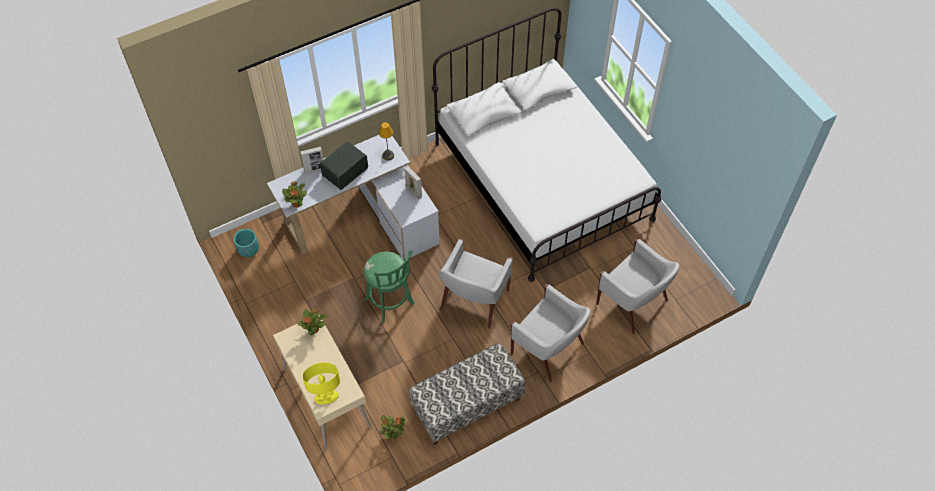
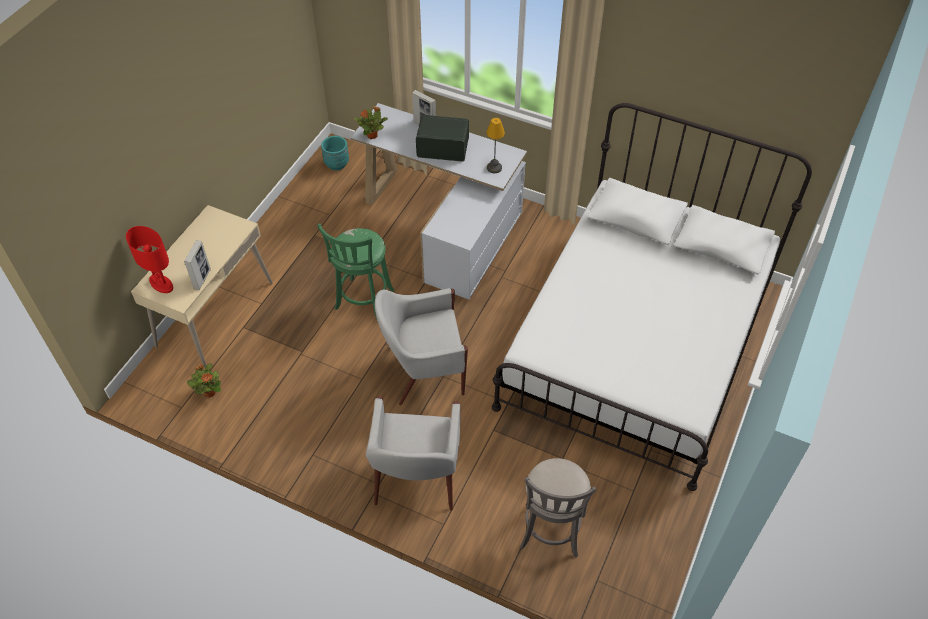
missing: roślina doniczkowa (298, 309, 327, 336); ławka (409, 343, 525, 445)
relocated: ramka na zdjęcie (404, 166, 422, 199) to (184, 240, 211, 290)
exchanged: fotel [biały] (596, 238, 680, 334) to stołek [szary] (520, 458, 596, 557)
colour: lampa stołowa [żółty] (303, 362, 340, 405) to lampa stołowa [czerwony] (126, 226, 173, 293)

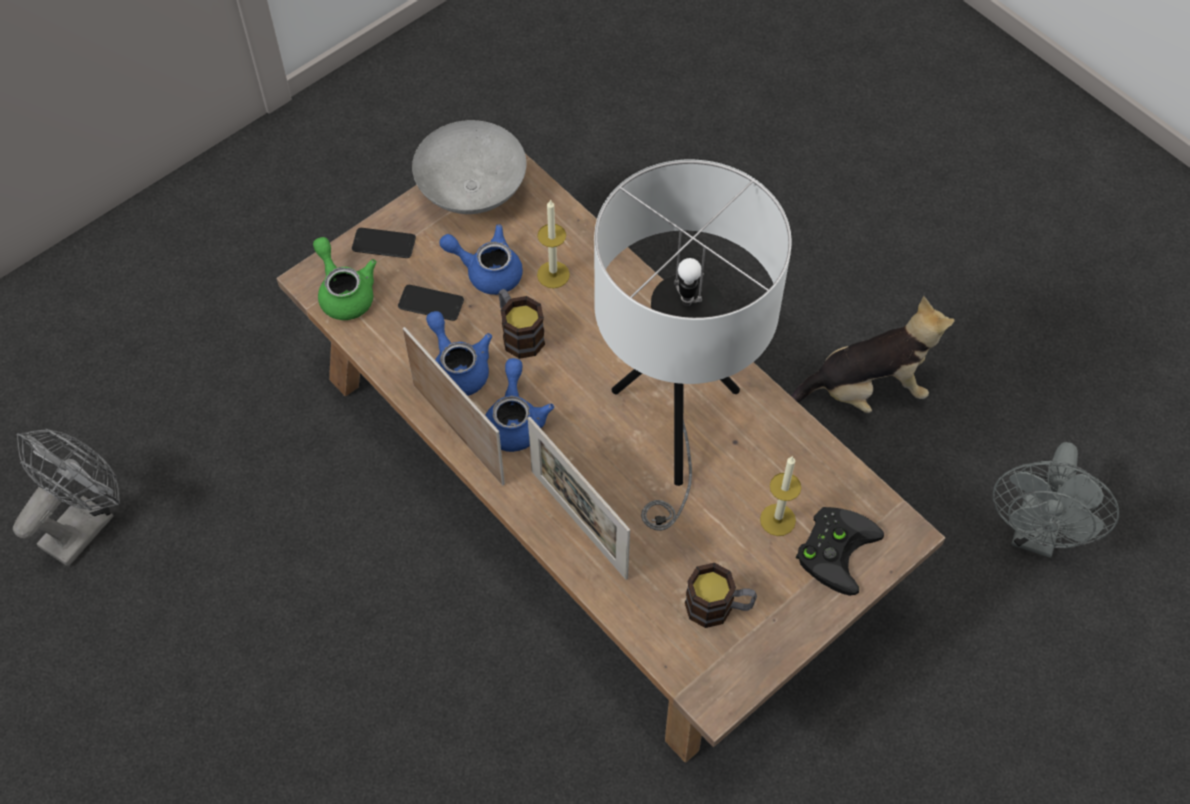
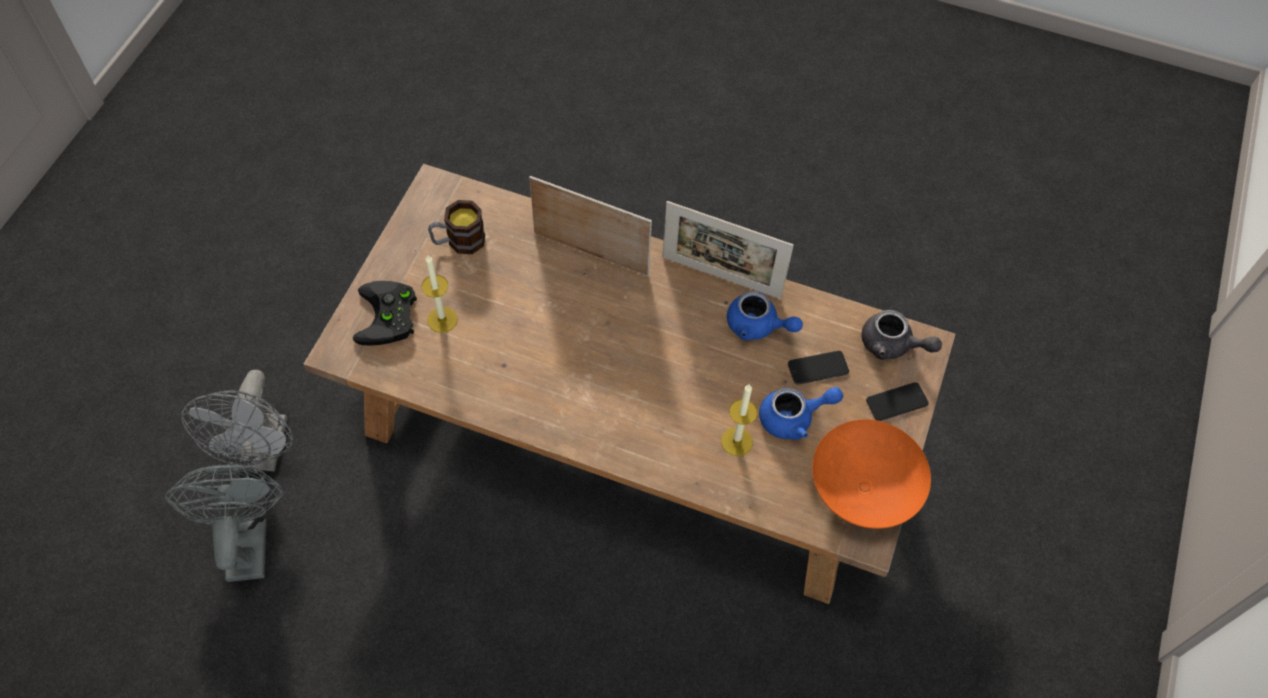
missing: lampa stołowa [biały] (594, 160, 792, 531); kubek (499, 289, 545, 359); pluszak (791, 296, 954, 413); imbryk [niebieski] (485, 358, 554, 452)
relocated: wentylator [szary] (13, 429, 121, 567) to (181, 370, 293, 471)
colour: miska [szary] (412, 120, 526, 214) to miska [pomarańczowy] (812, 419, 931, 529); imbryk [zielony] (313, 237, 376, 320) to imbryk [szary] (861, 310, 942, 360)

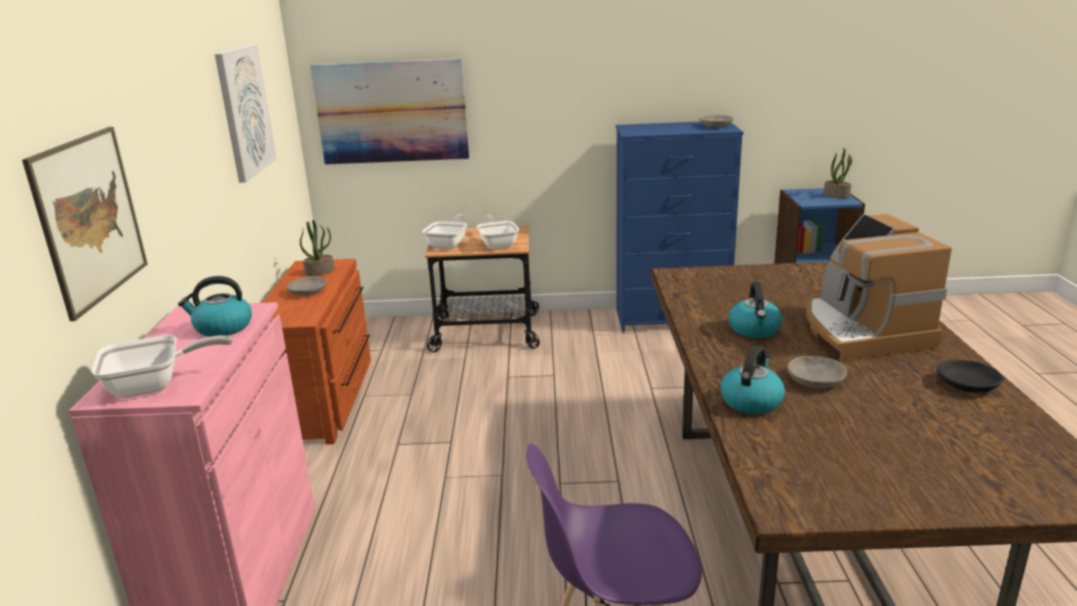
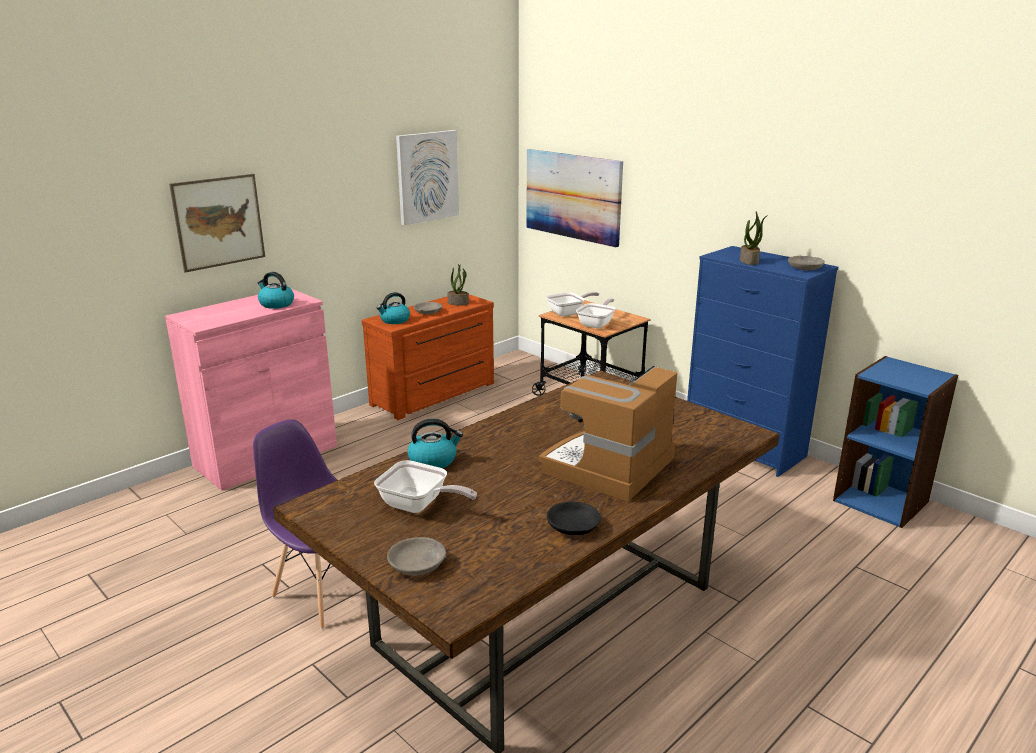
relocated: roślina doniczkowa (824, 148, 852, 199) to (740, 211, 768, 265); czajnik (729, 282, 782, 338) to (377, 292, 410, 324); patelnia (92, 335, 233, 398) to (374, 460, 477, 513); miska [szary] (787, 356, 847, 388) to (387, 537, 446, 576)

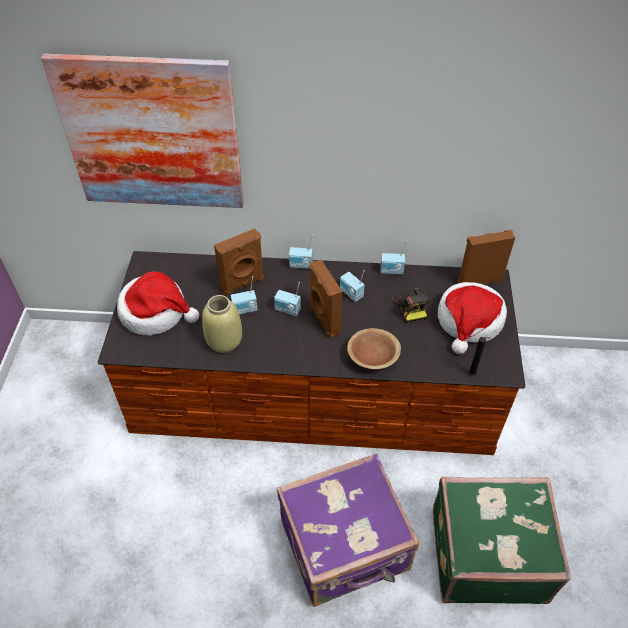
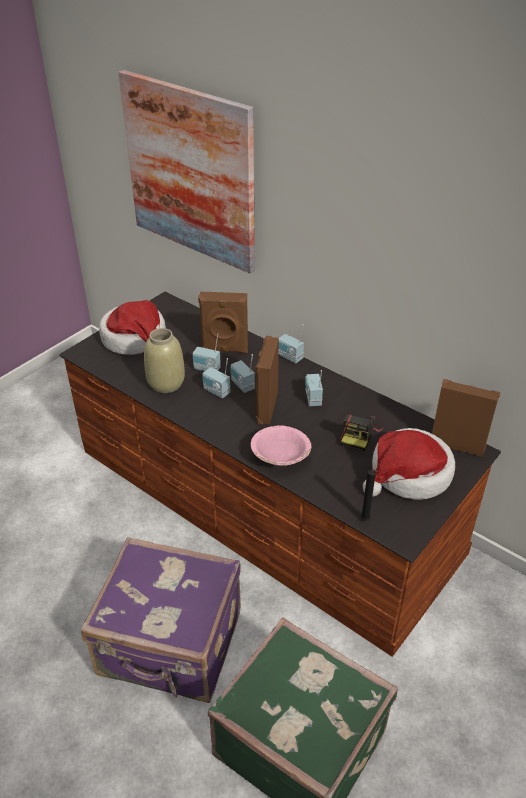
relocated: radio (381, 240, 407, 274) to (202, 358, 230, 399)
colour: miska [brązowy] (347, 328, 401, 369) to miska [różowy] (251, 425, 311, 466)

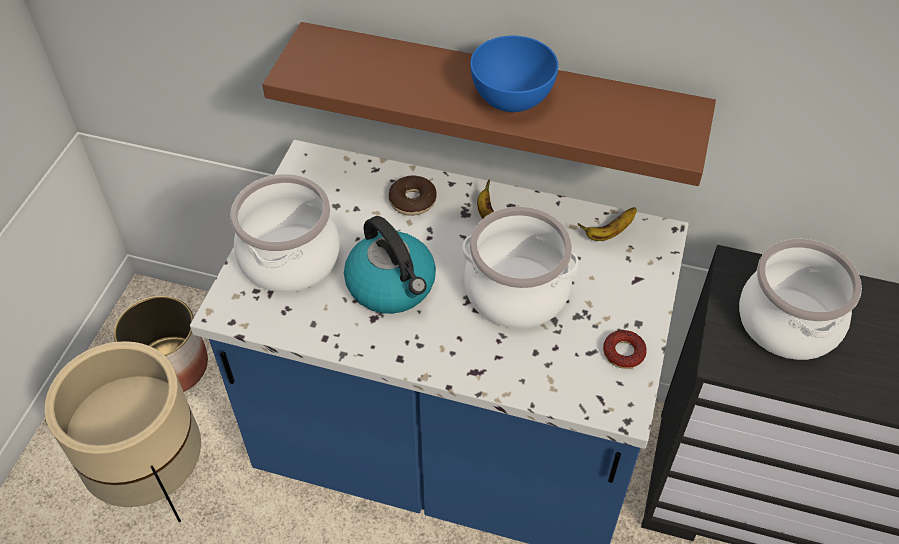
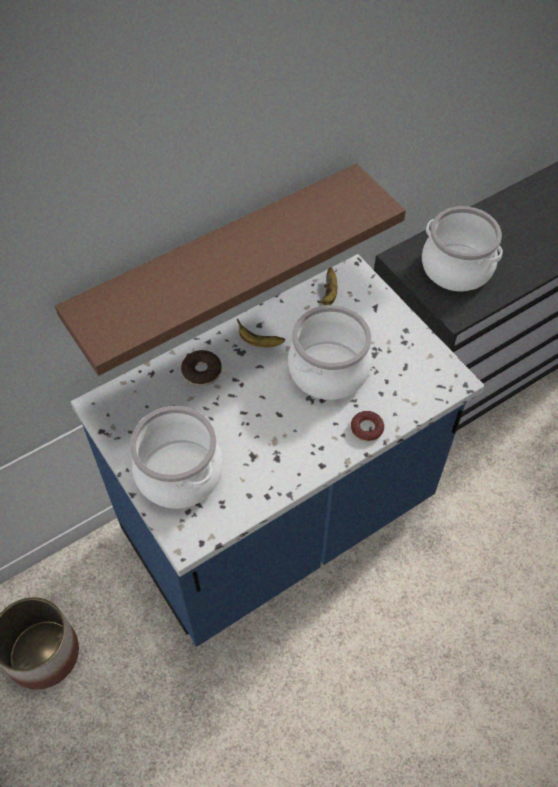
missing: miska [niebieski] (470, 36, 559, 112); czajnik (344, 216, 436, 314); donica [beżowy] (45, 341, 201, 522)
relocated: donut (603, 330, 647, 369) to (351, 411, 384, 441)

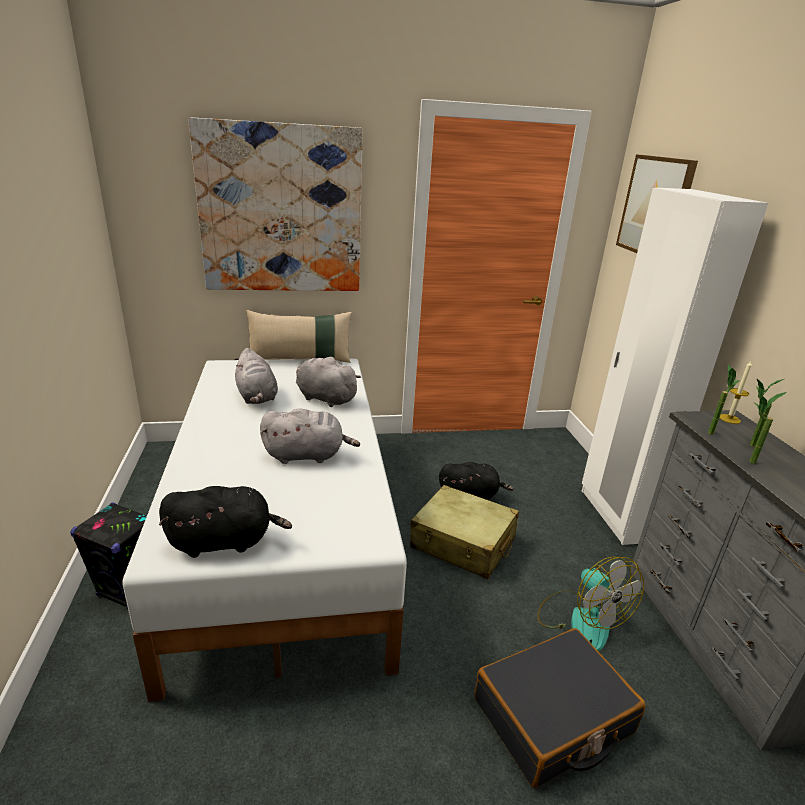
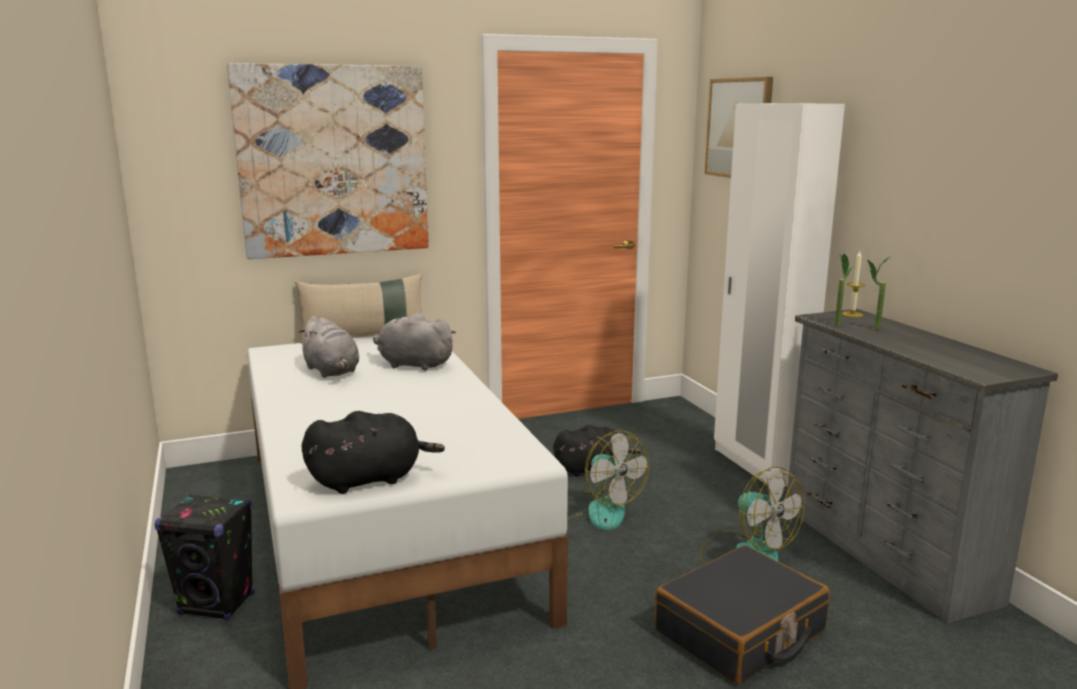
missing: roślina doniczkowa (749, 392, 787, 464); pluszak [szary] (260, 408, 360, 464)
exchanged: walizka [beżowy] (410, 485, 519, 579) to wentylator (567, 430, 649, 530)

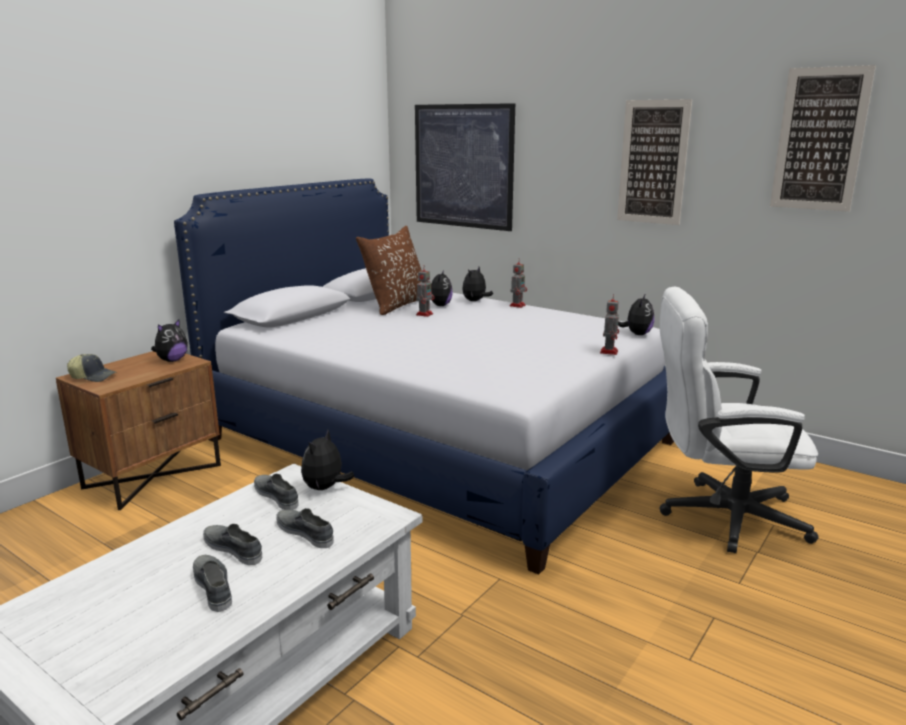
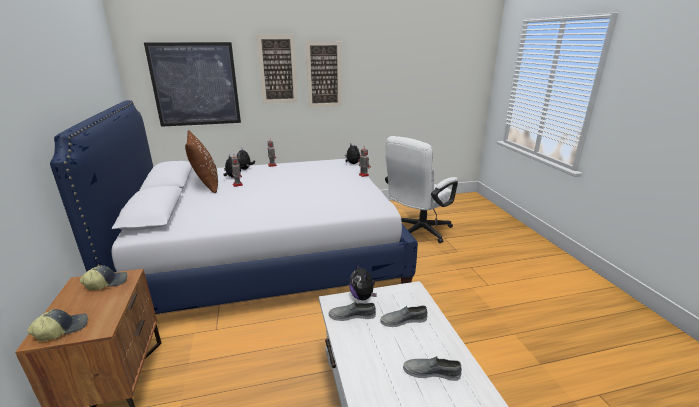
missing: but [szary] (203, 524, 262, 565)
relocated: obraz (770, 65, 876, 212) to (256, 35, 298, 104)
exchanged: pluszak (151, 319, 188, 362) to czapka z daszkiem (80, 265, 128, 290)

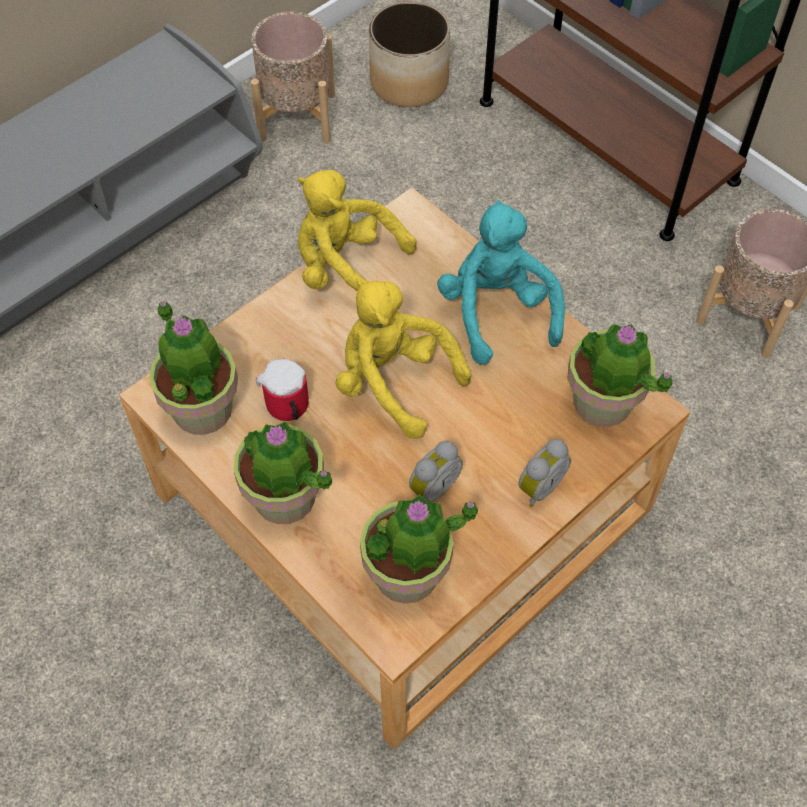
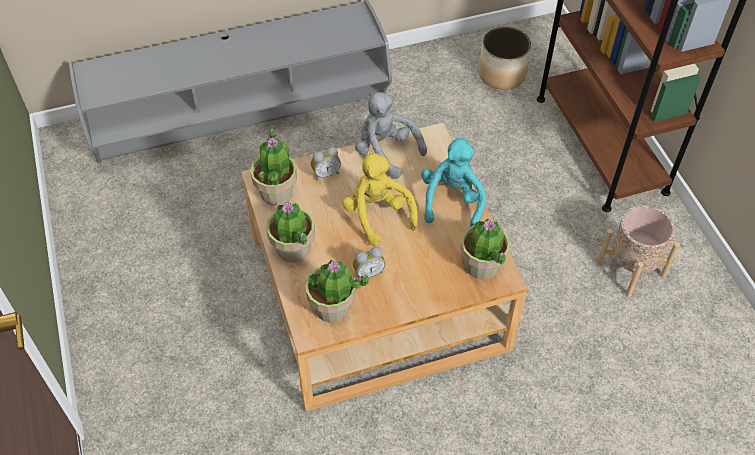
missing: donica [beżowy] (251, 12, 335, 144); kubek (256, 359, 309, 421)
relocated: budzik (518, 439, 571, 507) to (311, 147, 341, 181)
colour: pluszak [żółty] (298, 170, 417, 291) to pluszak [szary] (355, 92, 427, 179)

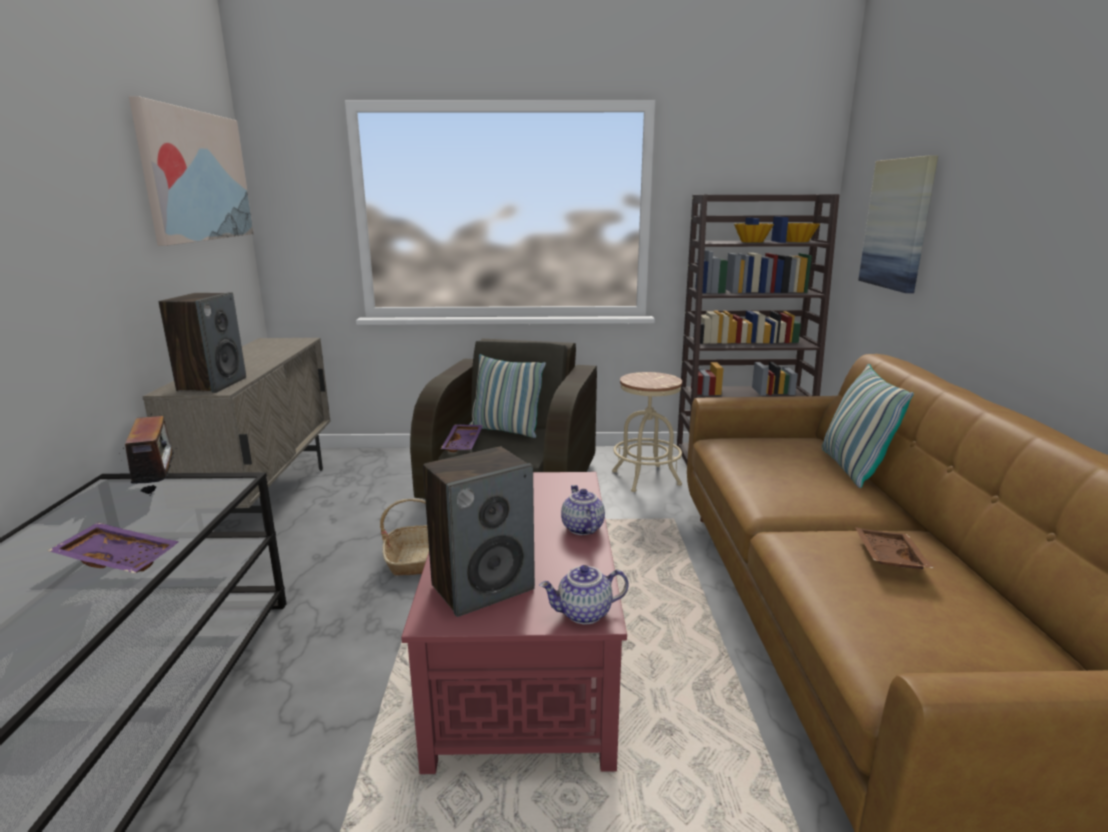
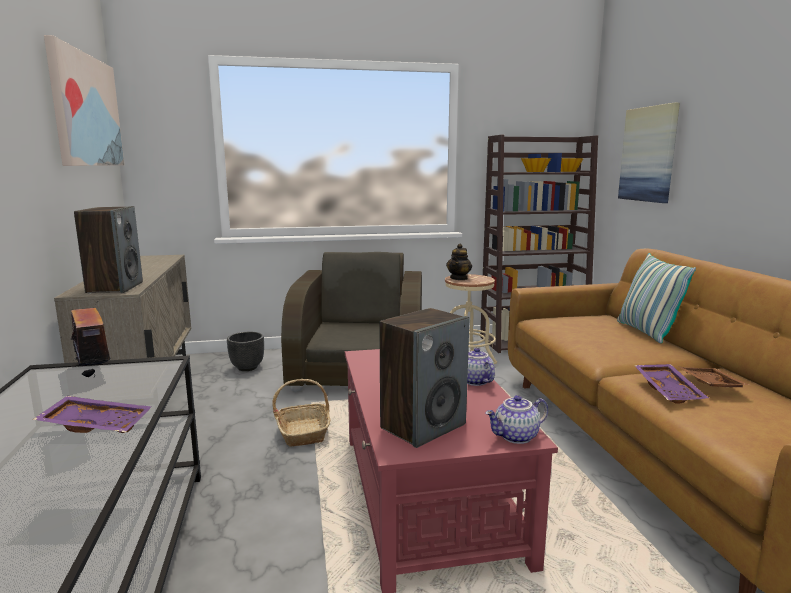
missing: poduszka (469, 354, 546, 438)
appeared: imbryk (446, 244, 472, 280); donica [czarny] (227, 332, 264, 371)
relocated: taca [fioletowy] (441, 424, 483, 452) to (634, 364, 708, 403)

